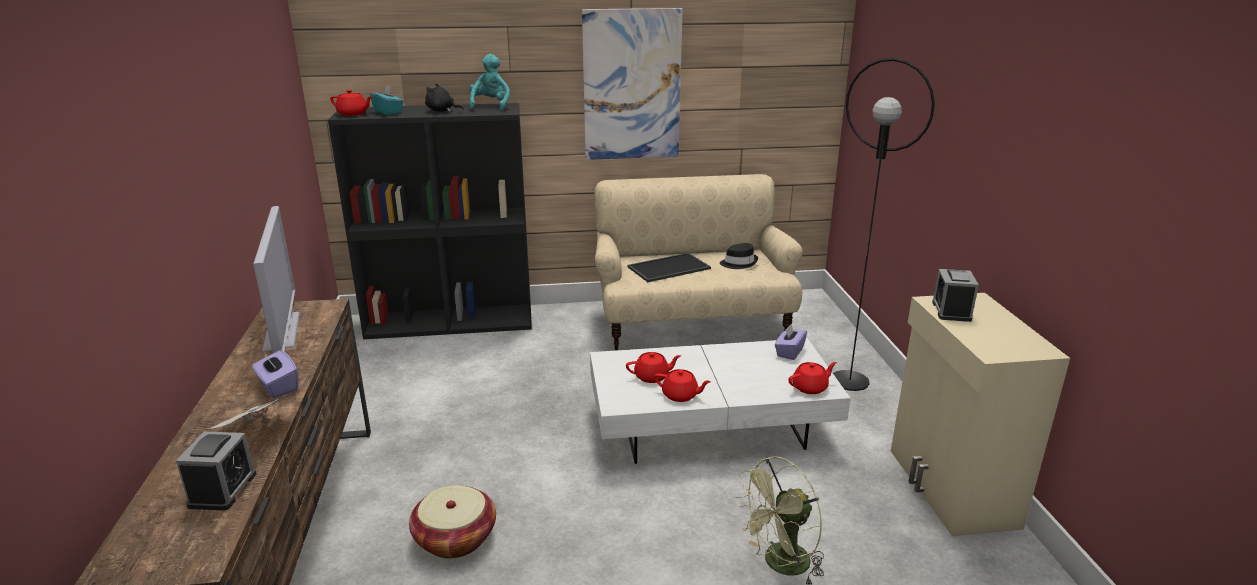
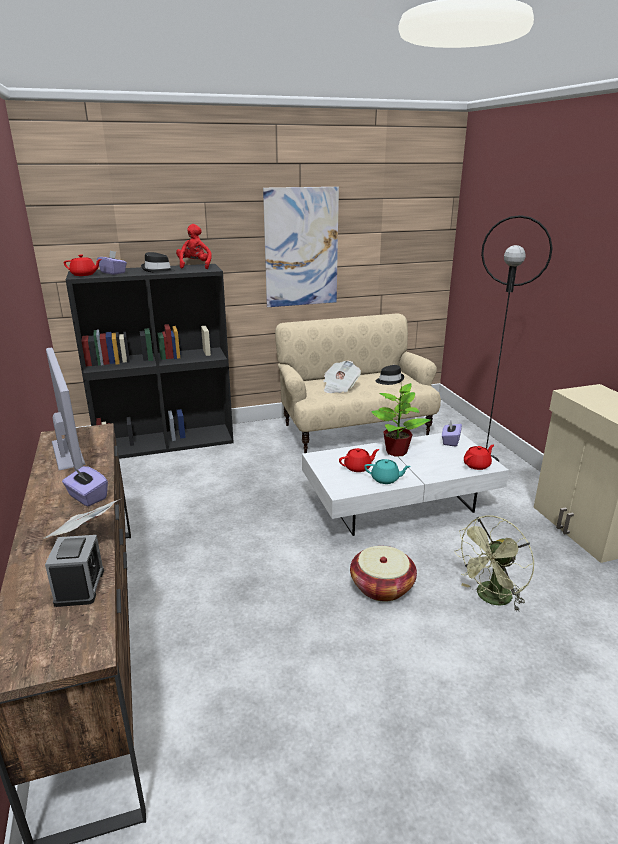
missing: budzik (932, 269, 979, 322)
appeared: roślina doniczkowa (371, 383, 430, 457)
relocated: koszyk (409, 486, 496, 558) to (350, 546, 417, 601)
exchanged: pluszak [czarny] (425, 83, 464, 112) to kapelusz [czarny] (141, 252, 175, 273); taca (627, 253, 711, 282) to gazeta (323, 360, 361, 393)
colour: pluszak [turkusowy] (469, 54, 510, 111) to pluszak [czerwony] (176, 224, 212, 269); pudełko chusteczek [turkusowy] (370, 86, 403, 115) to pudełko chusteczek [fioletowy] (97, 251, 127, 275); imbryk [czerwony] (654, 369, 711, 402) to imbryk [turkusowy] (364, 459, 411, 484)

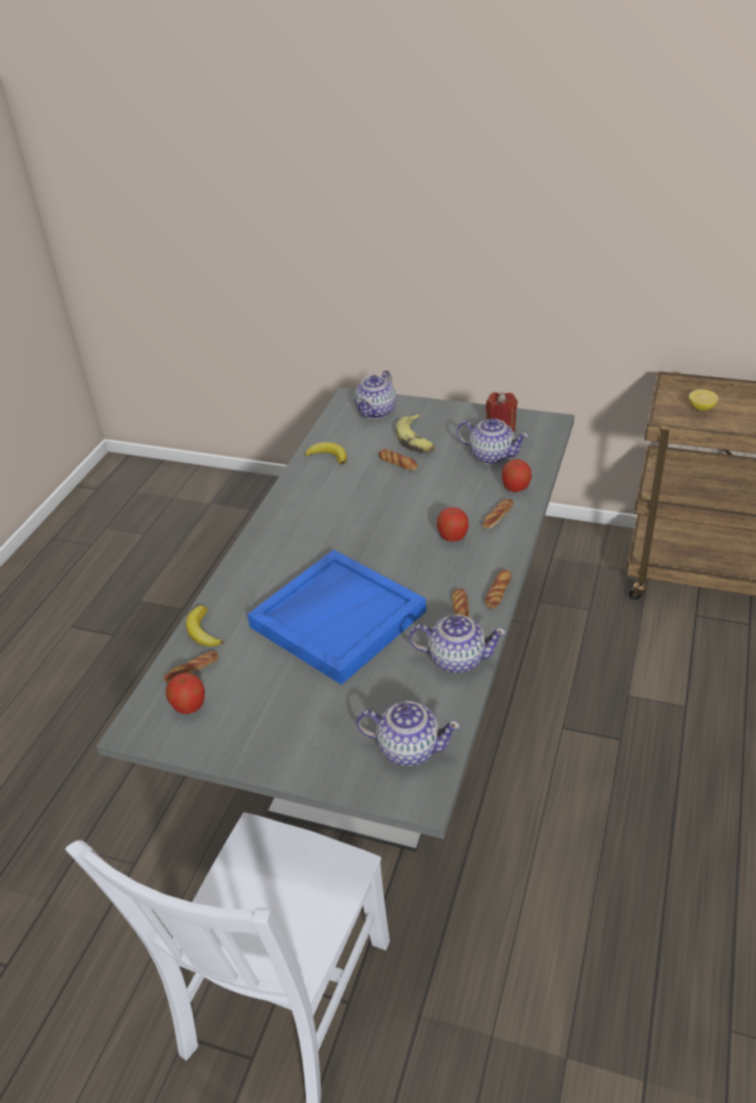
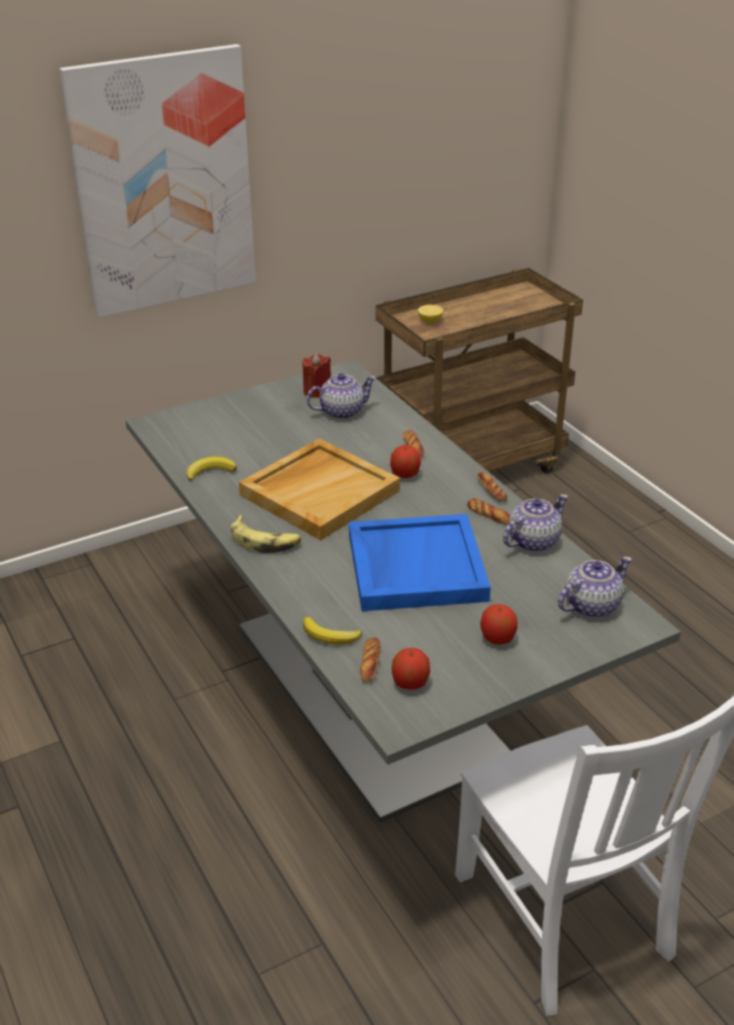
missing: imbryk (354, 370, 396, 419); chleb (379, 449, 418, 471)
appeared: obraz (59, 44, 256, 318); taca [beżowy] (239, 439, 400, 540)
relocated: banan (396, 414, 435, 452) to (230, 515, 301, 553); jabłko (501, 459, 532, 492) to (480, 604, 517, 645)

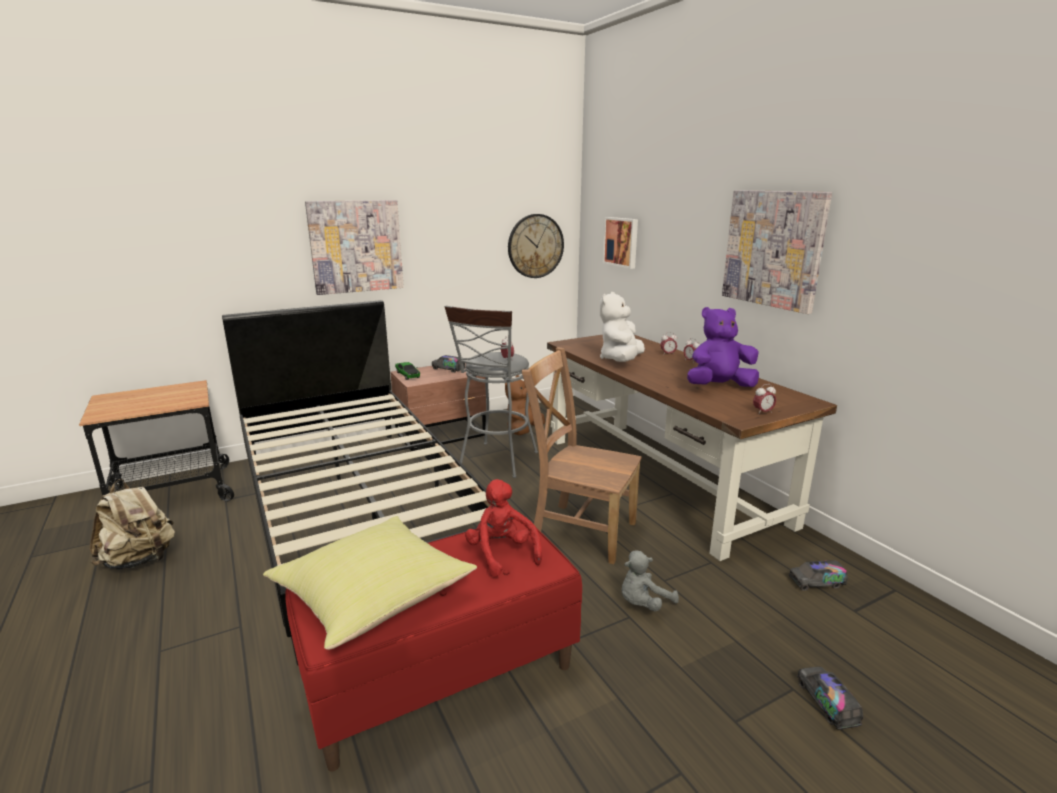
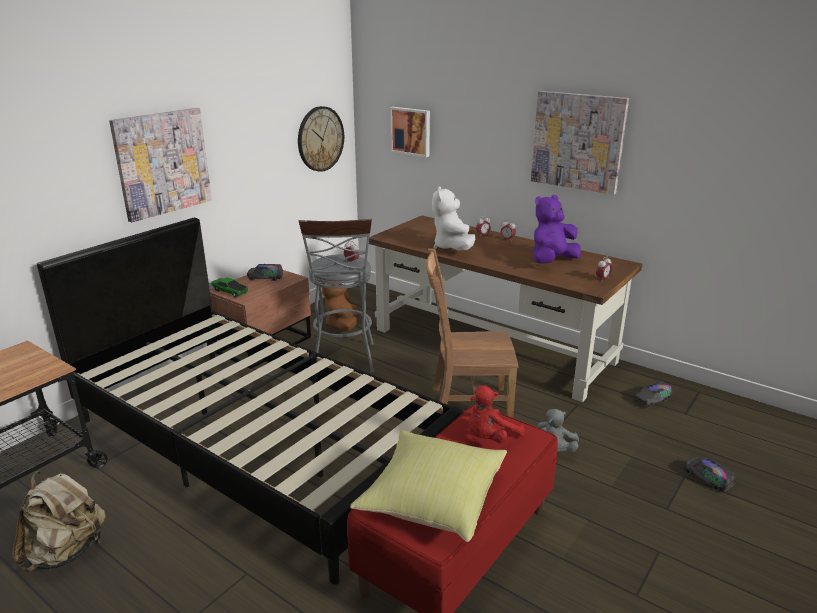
spun: pluszak [czerwony] (465, 479, 542, 577) = (468, 385, 525, 443) 75 degrees counterclockwise

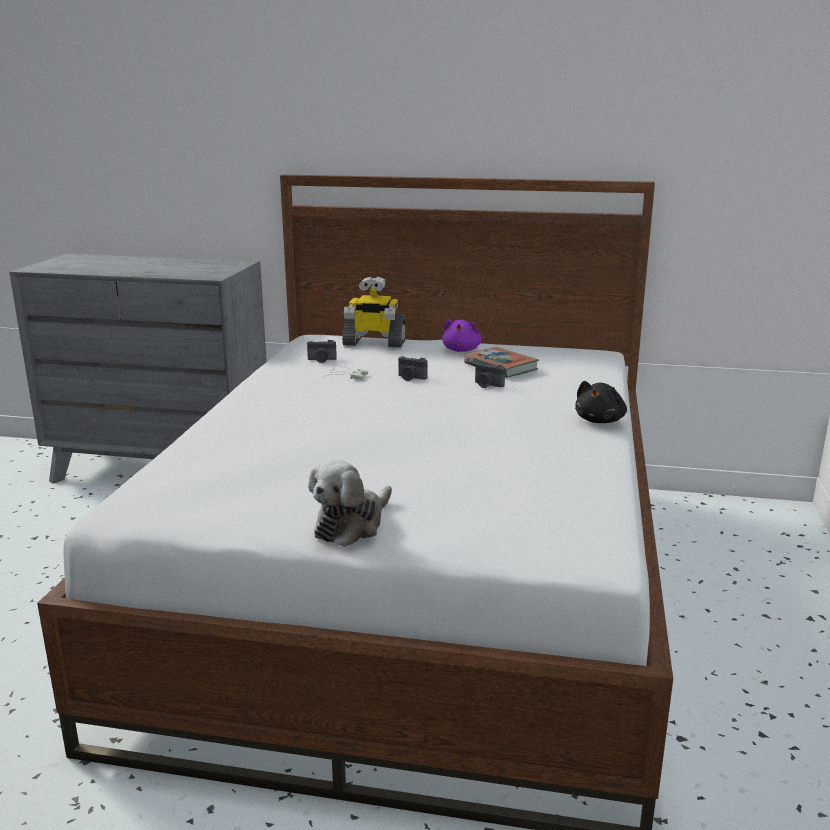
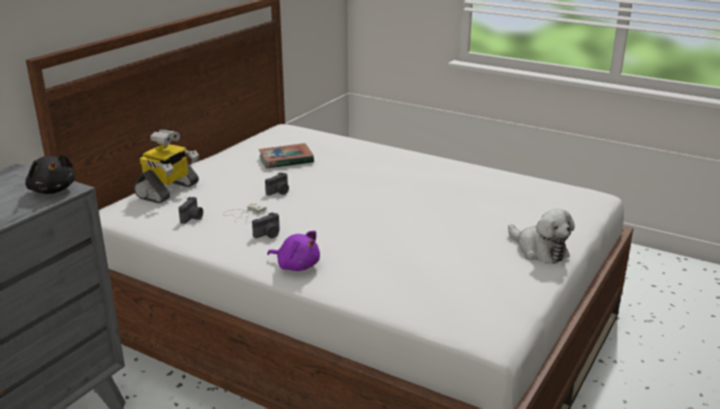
relocated: pluszak [fioletowy] (442, 319, 482, 352) to (267, 231, 320, 271); aparat fotograficzny (475, 363, 505, 388) to (252, 212, 280, 238); pluszak [czarny] (575, 381, 627, 423) to (25, 155, 75, 194)

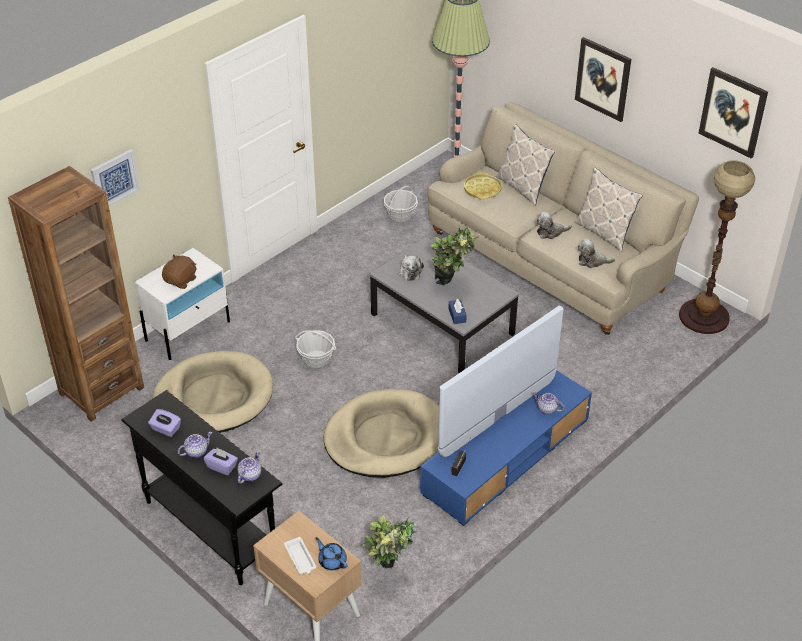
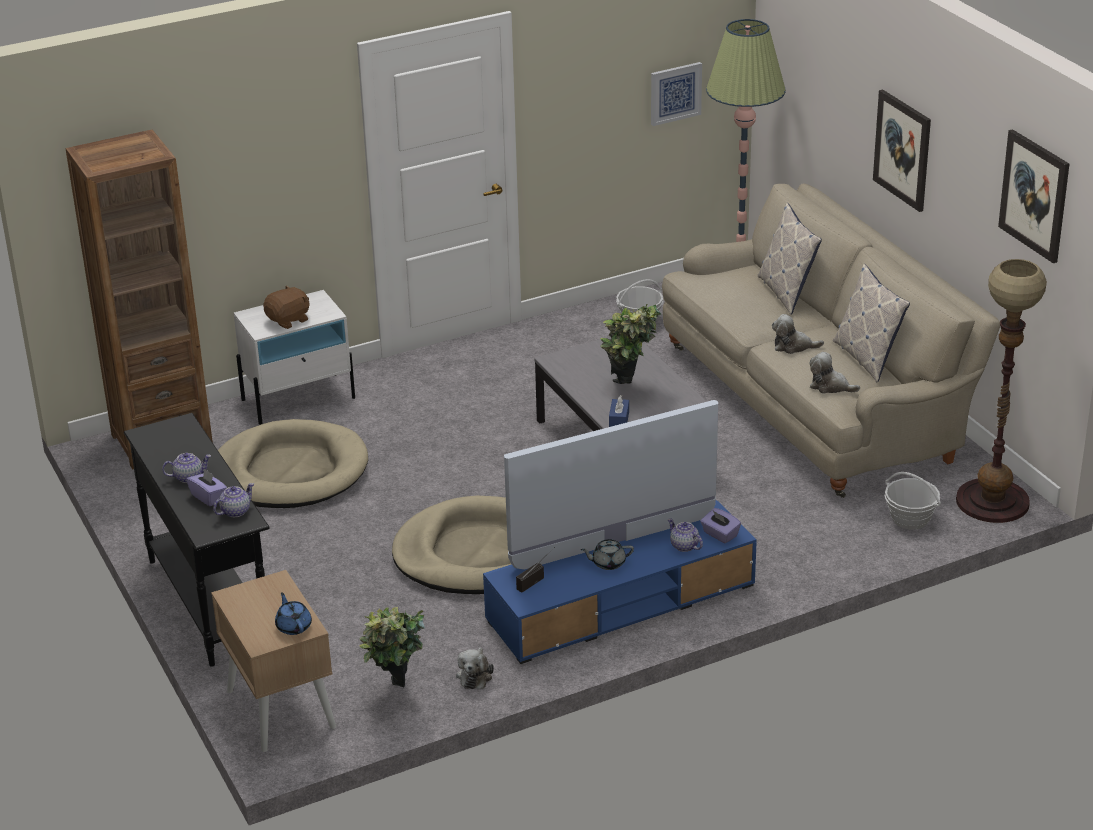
missing: taca [żółty] (464, 172, 501, 200); taca [biały] (284, 537, 316, 574)
appeared: imbryk [szary] (581, 539, 634, 570)
relocated: obraz (91, 149, 140, 206) to (651, 62, 702, 126); pluszak (399, 254, 424, 281) to (456, 647, 494, 689); koszyk (295, 330, 336, 368) to (885, 472, 941, 529); pudełko chusteczek [fioletowy] (148, 409, 181, 437) to (700, 508, 741, 544)

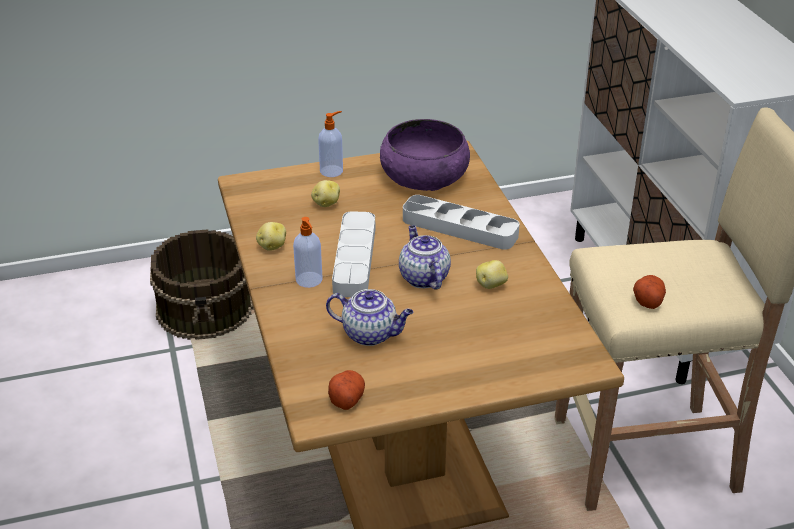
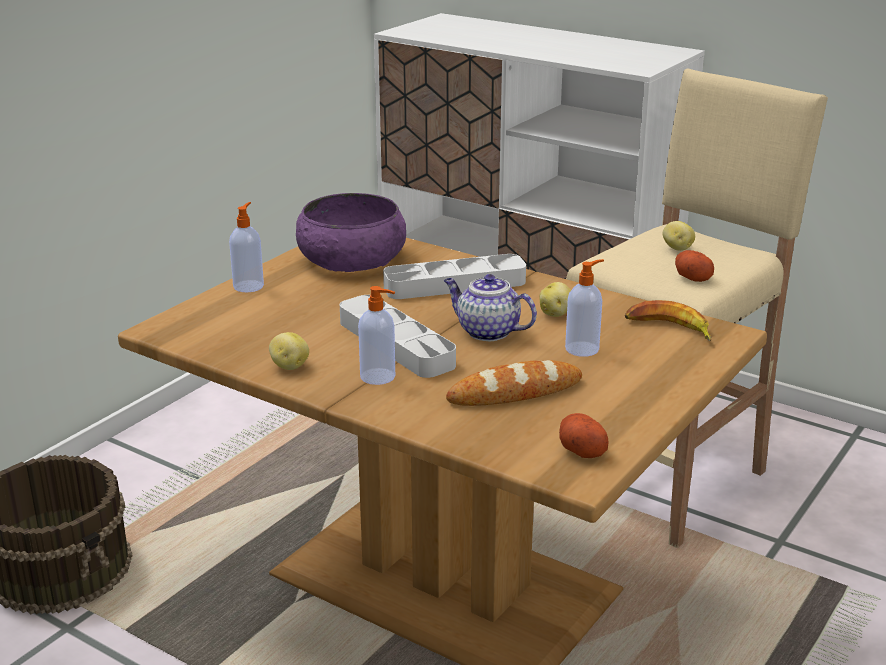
appeared: dozownik mydła (565, 259, 604, 357); banan (625, 300, 711, 341)
relocated: ziemniak (311, 180, 340, 207) to (663, 221, 695, 251)
exchanged: imbryk (326, 289, 413, 346) to chleb (446, 360, 582, 406)

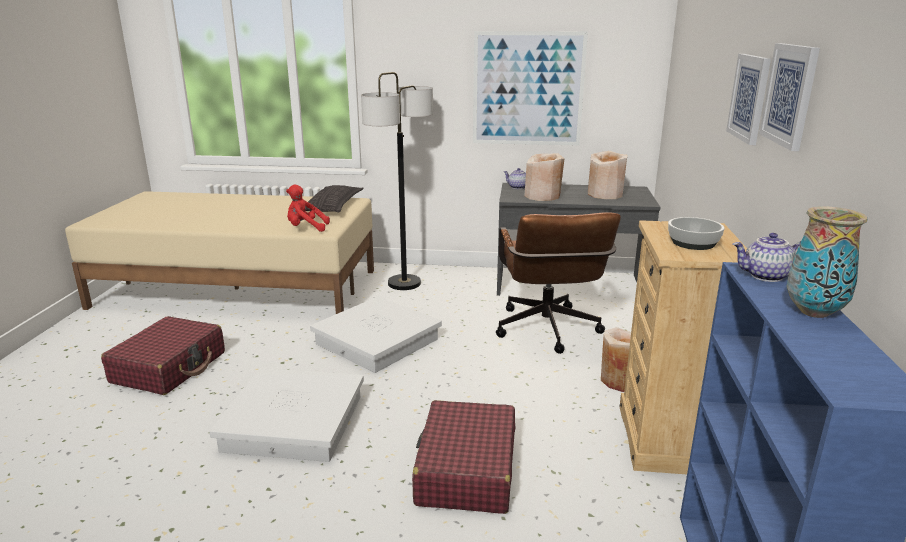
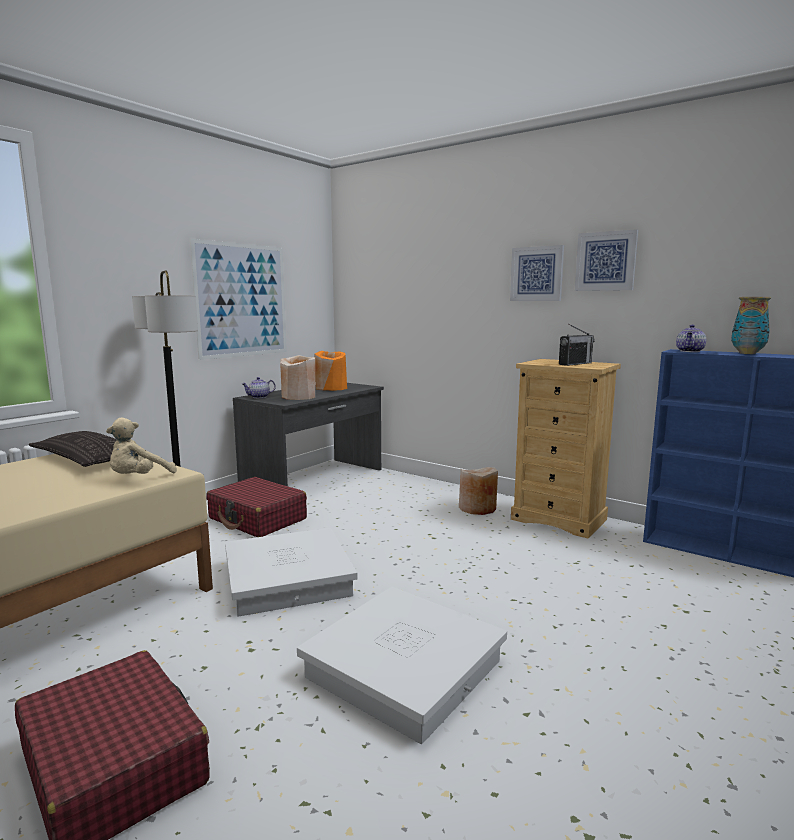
missing: krzesło biurowe [brązowy] (496, 212, 621, 354)
relocated: walizka [czerwony] (412, 400, 516, 514) to (206, 477, 307, 537)
exchanged: miska (668, 217, 725, 250) to radio (559, 324, 595, 366)
colour: wazon [beżowy] (588, 151, 627, 199) to wazon [pomarańczowy] (314, 351, 347, 391); pluszak [czerwony] (286, 185, 330, 232) to pluszak [beżowy] (106, 418, 177, 474)

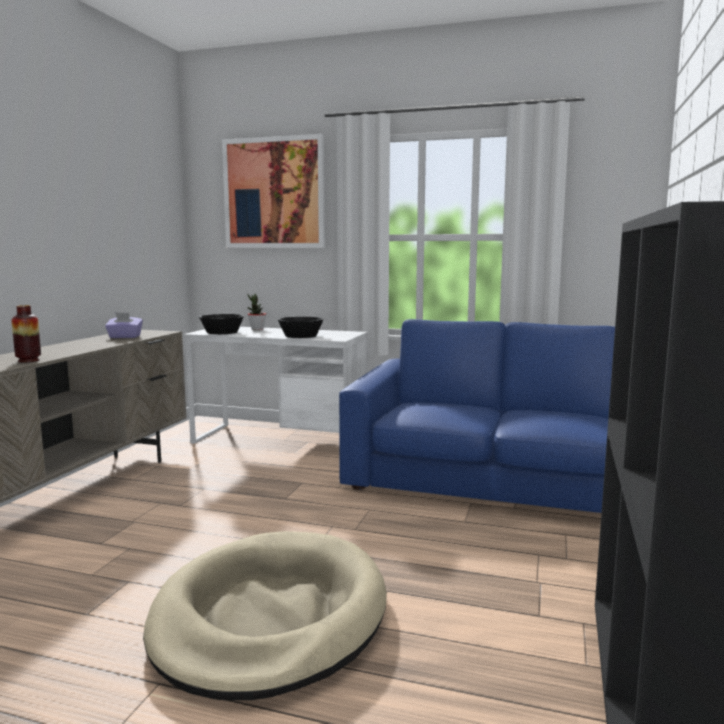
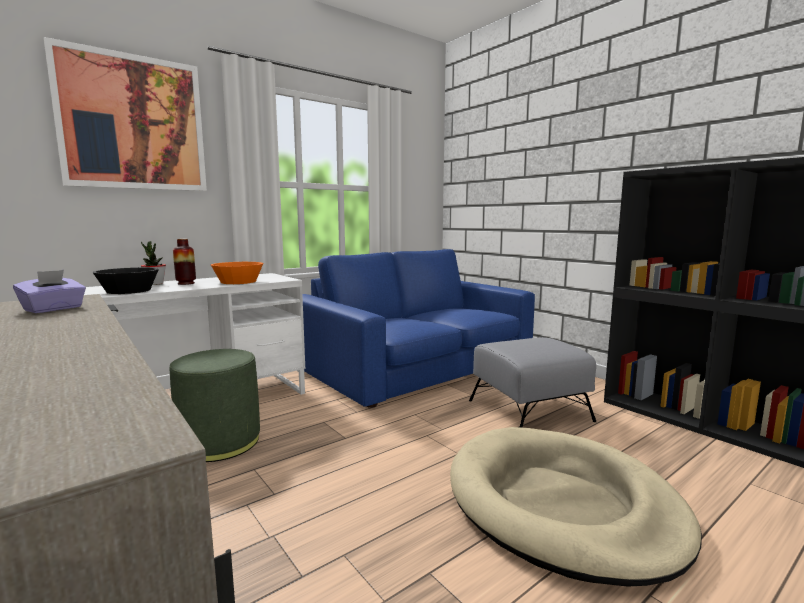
appeared: pufa [szary] (469, 337, 596, 428); pufa [zielony] (170, 349, 260, 462)
relocated: wazon (11, 305, 41, 363) to (173, 239, 196, 285)
colour: miska [czarny] (278, 316, 324, 338) to miska [pomarańczowy] (211, 262, 263, 284)

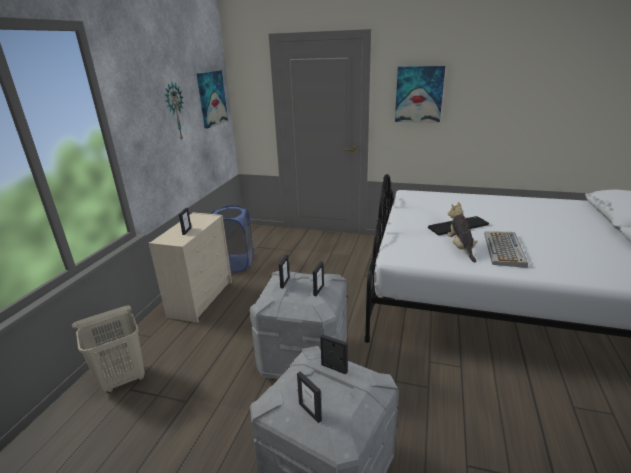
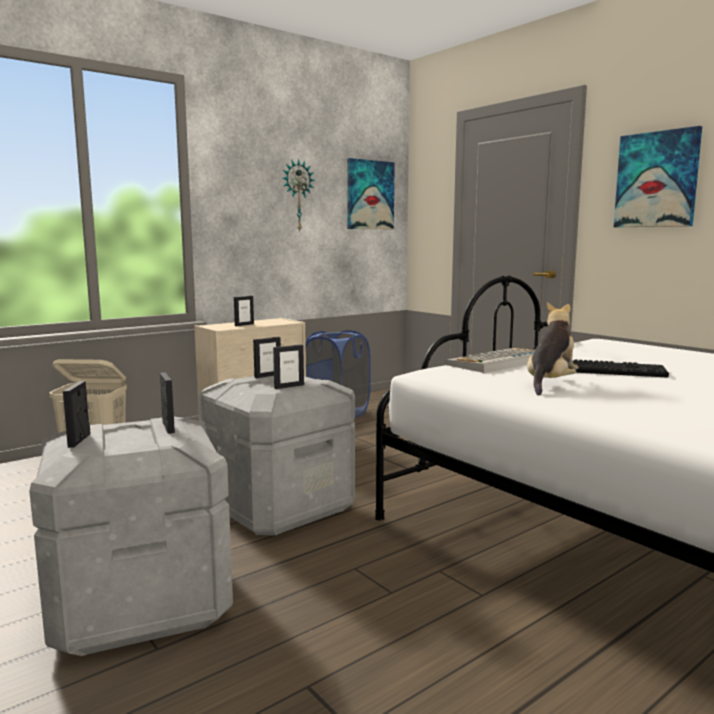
relocated: klawiatura (484, 231, 528, 268) to (446, 348, 535, 373)

